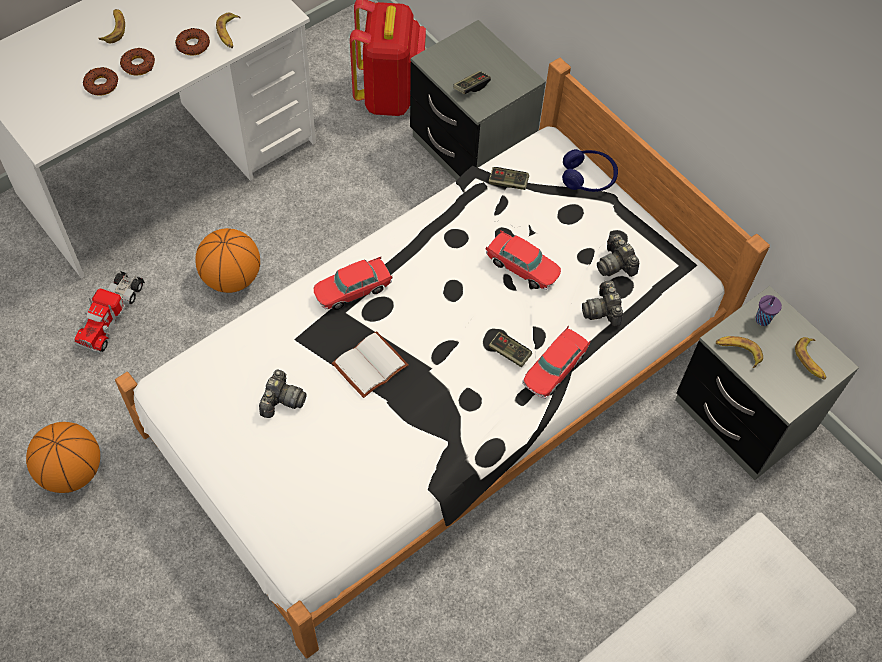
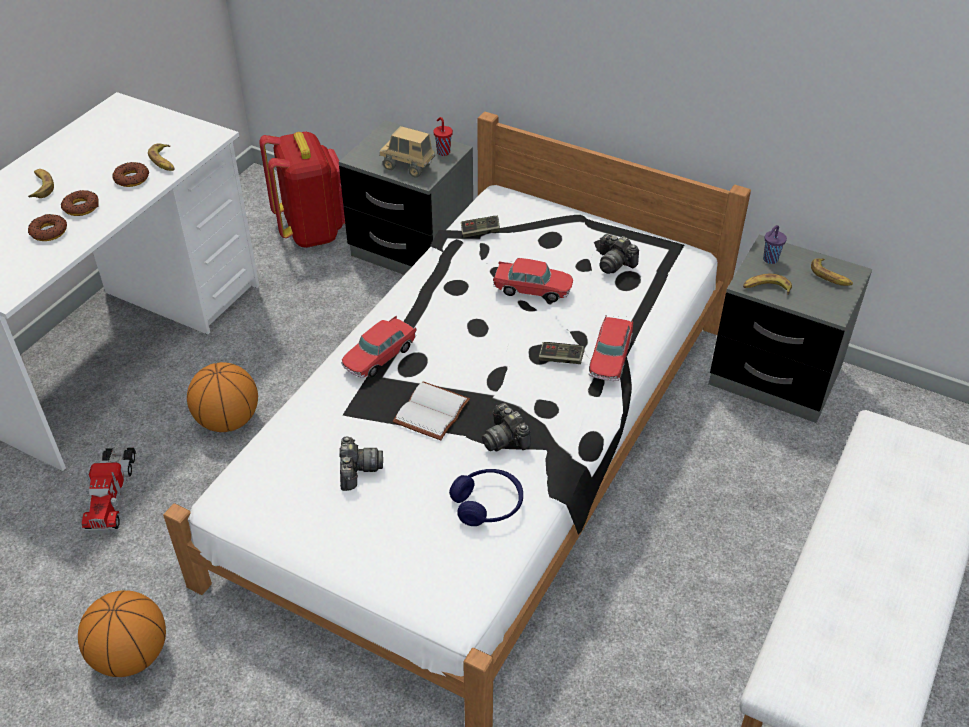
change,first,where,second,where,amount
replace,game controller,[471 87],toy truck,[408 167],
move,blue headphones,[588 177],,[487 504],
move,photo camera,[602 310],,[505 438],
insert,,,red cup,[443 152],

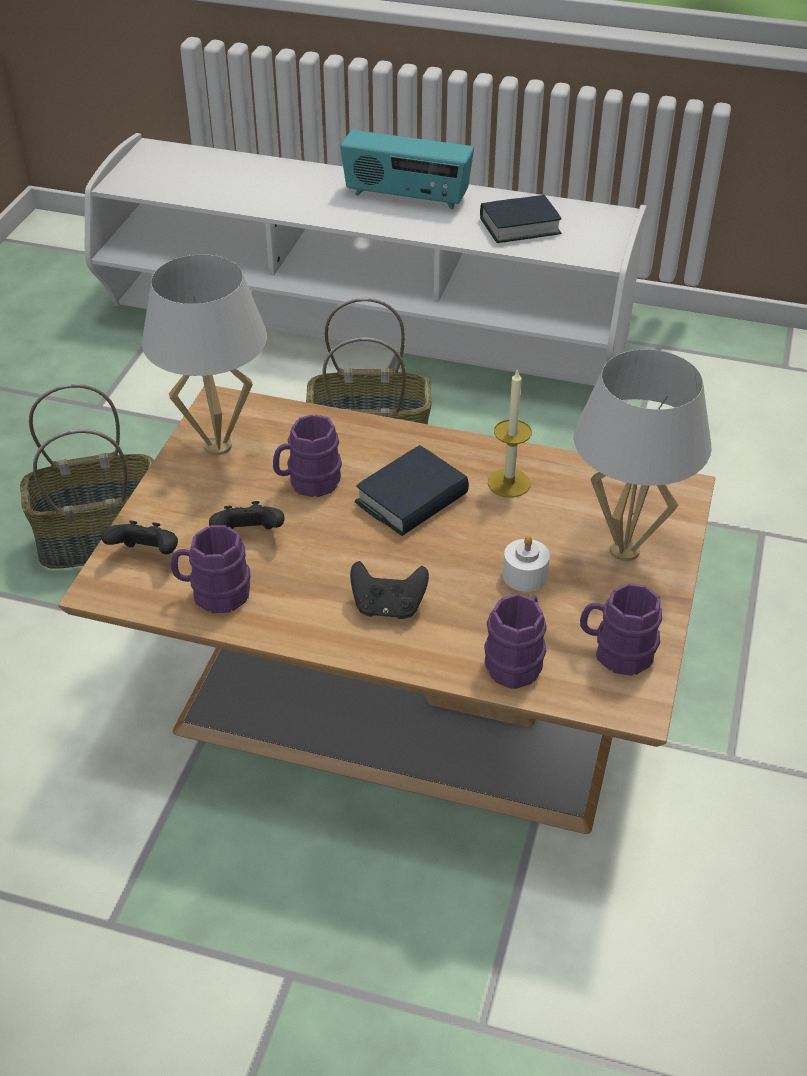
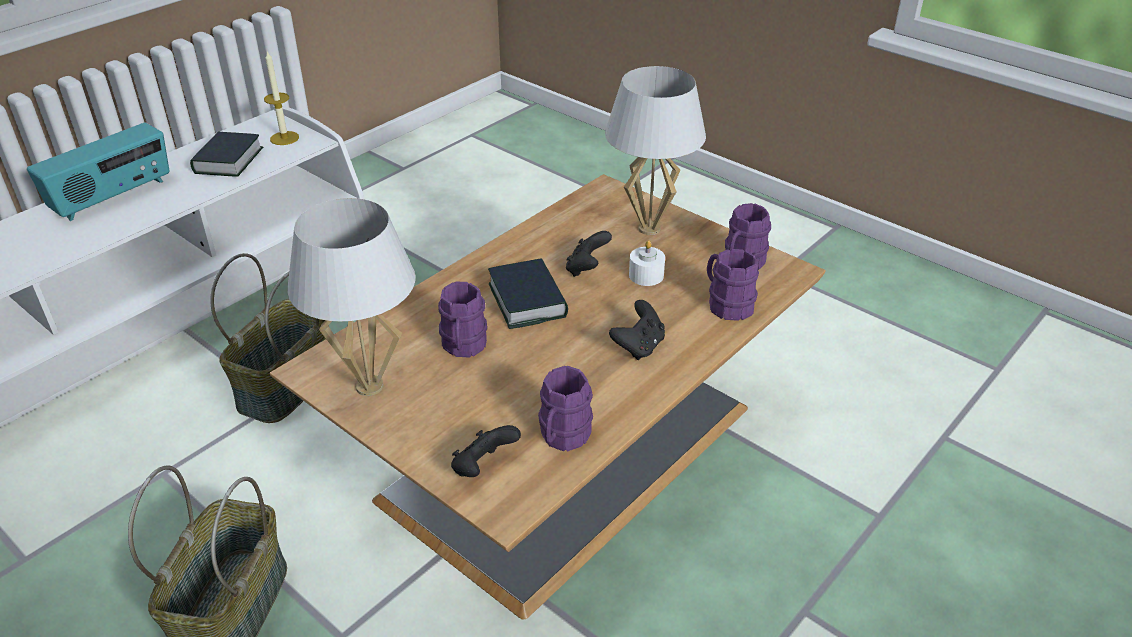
change,first,where,second,where,amount
move,black game controller,[249 536],,[587 269],
move,candle,[509 483],,[284 138],

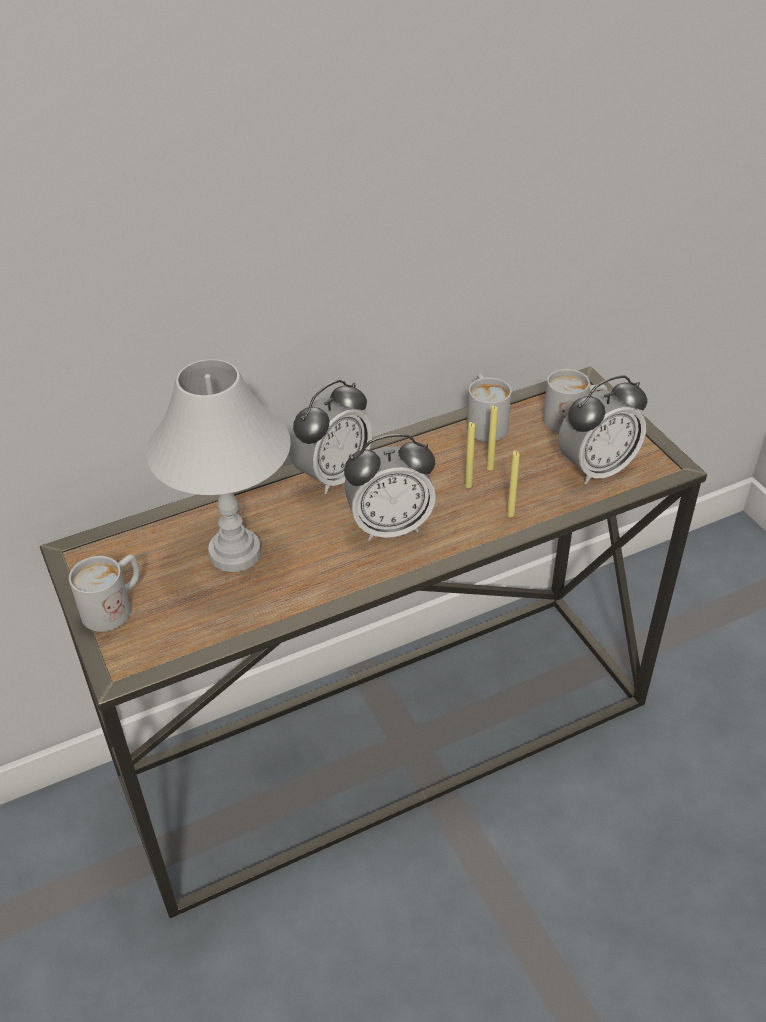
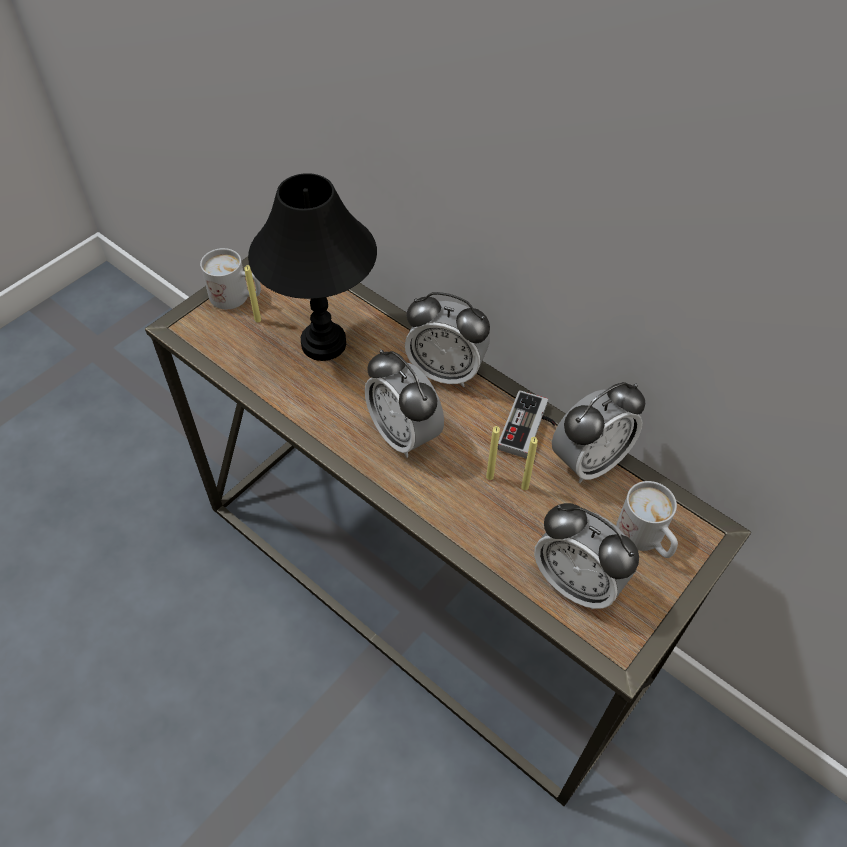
change,first,where,second,where,amount
recolor,white table lamp,[234 553],black table lamp,[323 343],
replace,white mug,[484 422],alarm clock,[589 461],
move,yellow candle,[510 514],,[258 320],
insert,,,game controller,[529 429],

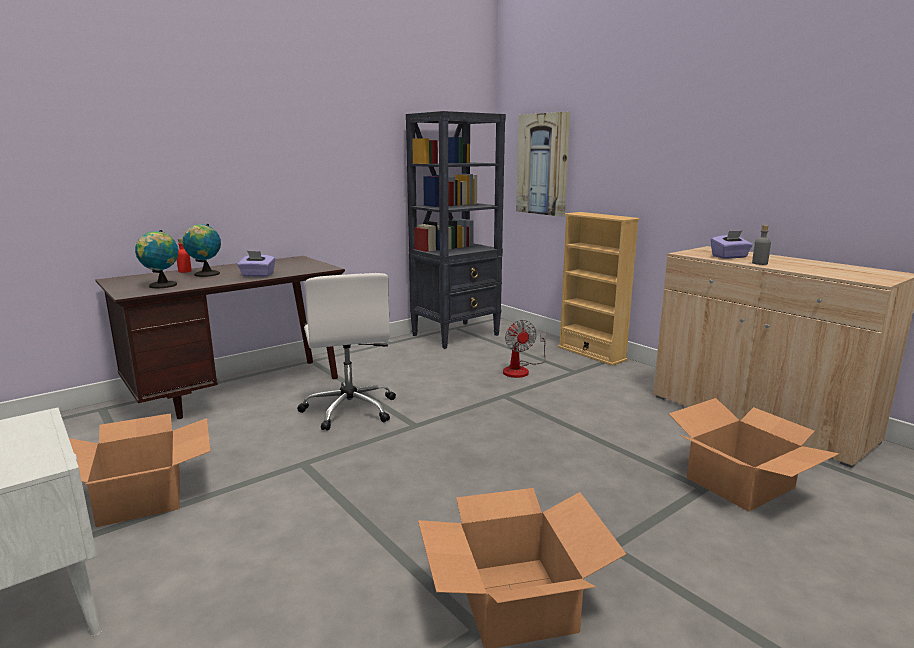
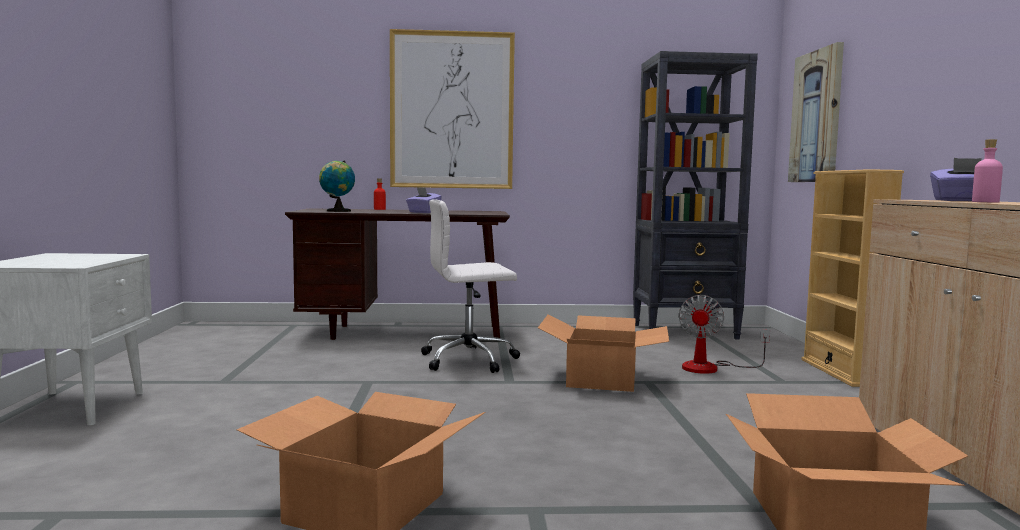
change,first,where,second,where,amount
move,cardboard box,[142 496],,[602 379],
delete,globe,[205 274],,,
rotate,white office chair,[350 409],,[470 360],60 degrees clockwise
recolor,grey bottle,[759 263],pink bottle,[985 202],
insert,,,picture,[452 110],

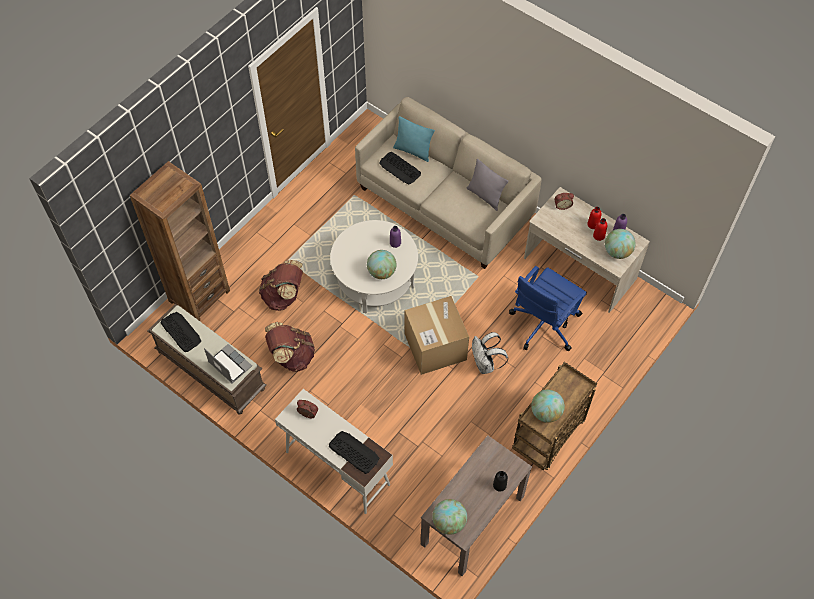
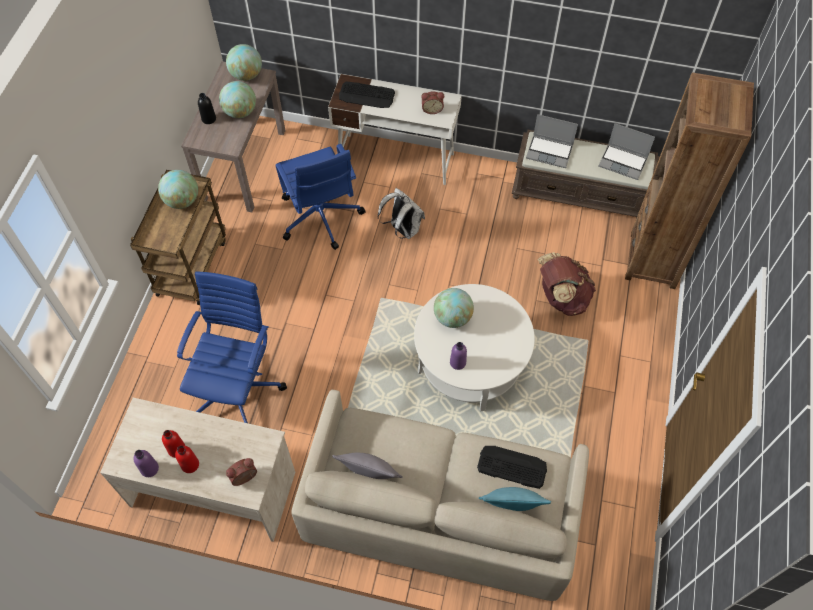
change,first,where,second,where,amount
replace,keyboard,[181 332],laptop,[623 162],
delete,brown backpack,[292 356],,,
delete,cardboard box,[435 347],,,
move,white backpack,[485 364],,[402 229],
move,globe,[617 252],,[240 112],
insert,,,blue office chair,[321 218],

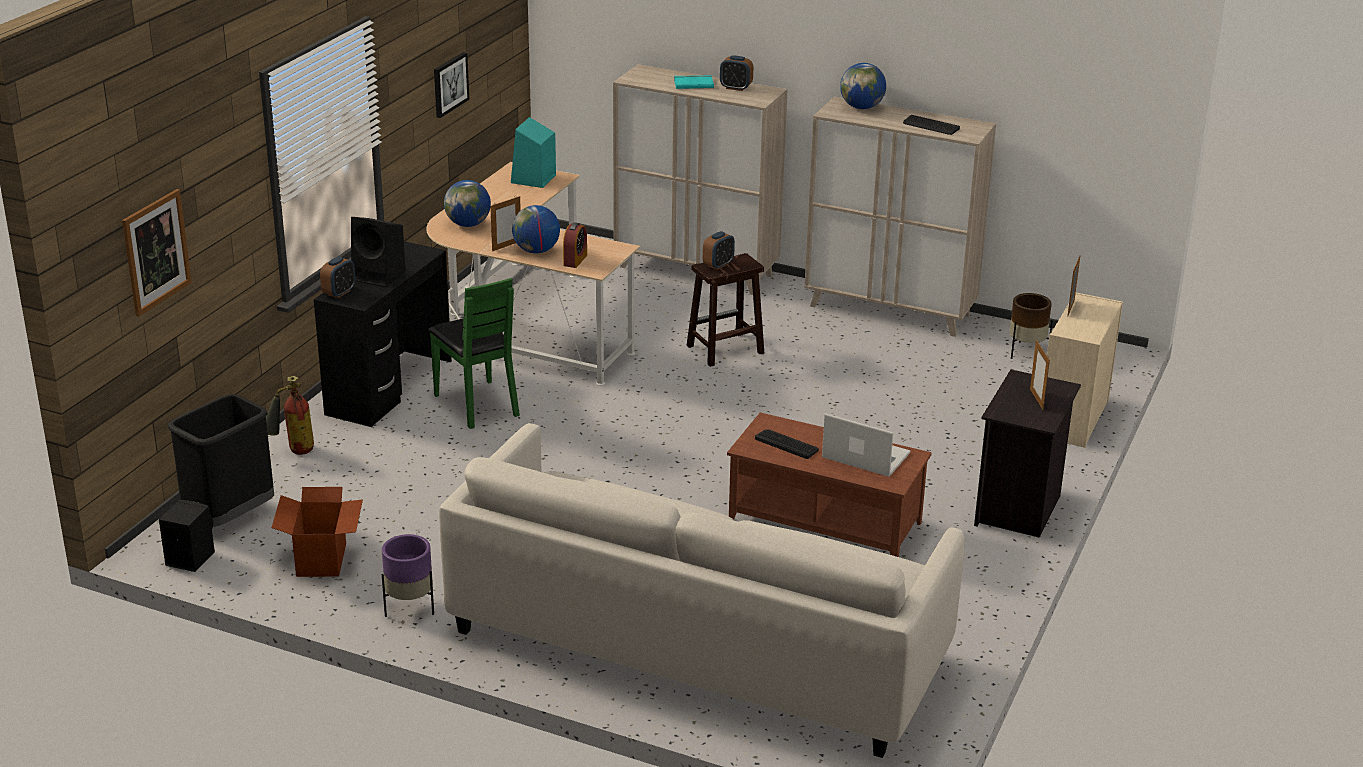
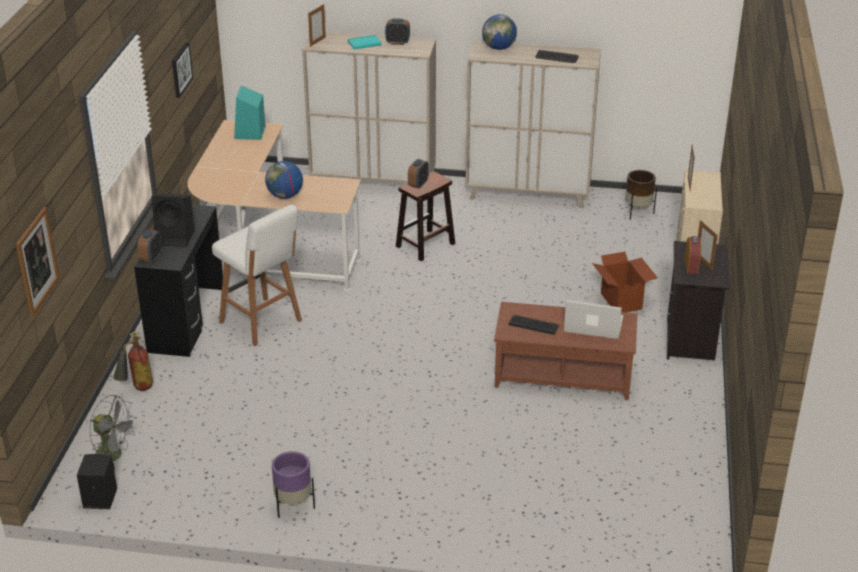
change,first,where,second,where,amount
replace,black trash can,[230 517],grey fan,[114 455],
move,cardboard box,[322 559],,[621 301],
replace,green chair,[477 404],white stool,[262 323],
delete,white sofa,[696 644],,,
delete,globe,[468 224],,,
move,picture frame,[506 246],,[317 42],
move,alarm clock,[575 260],,[691 266],

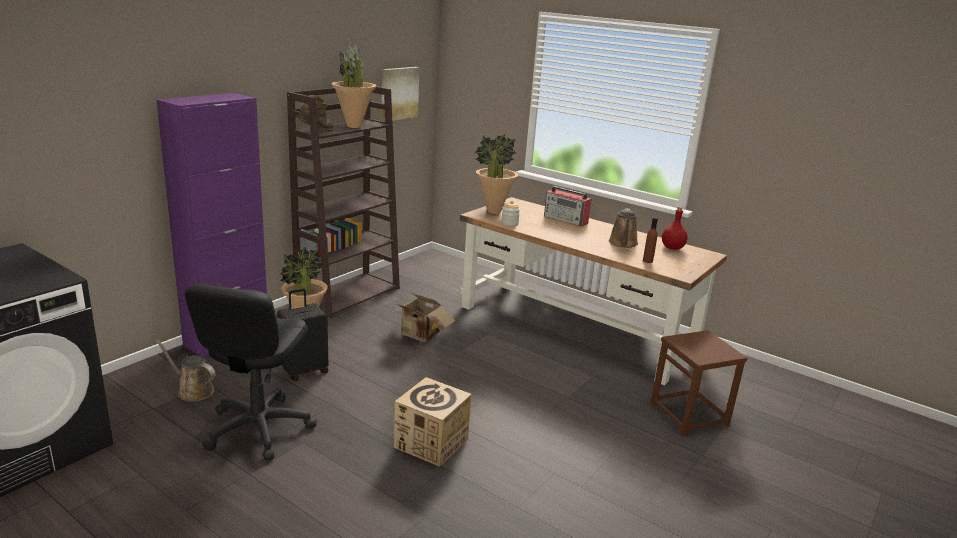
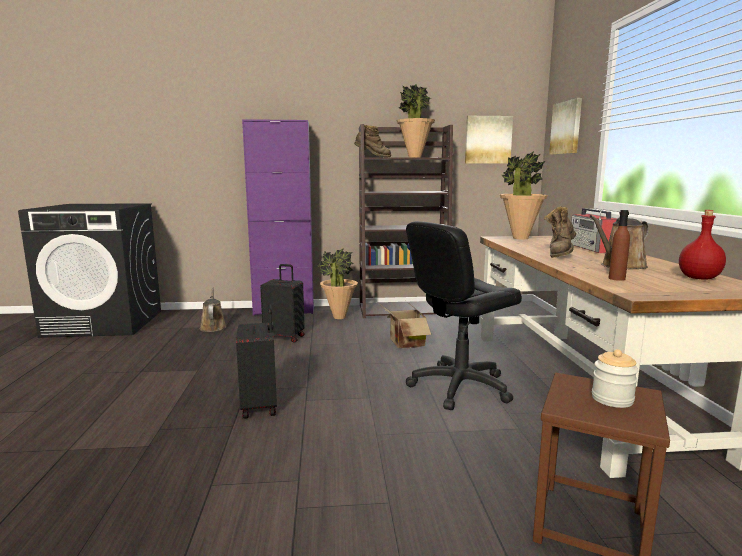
change,first,where,second,where,amount
move,black office chair,[258 428],,[459 387],
replace,cardboard box,[431 443],black suitcase,[261 406],
move,jar,[509 223],,[612 399],
insert,,,brown boot,[560 254],
insert,,,picture,[566 128],

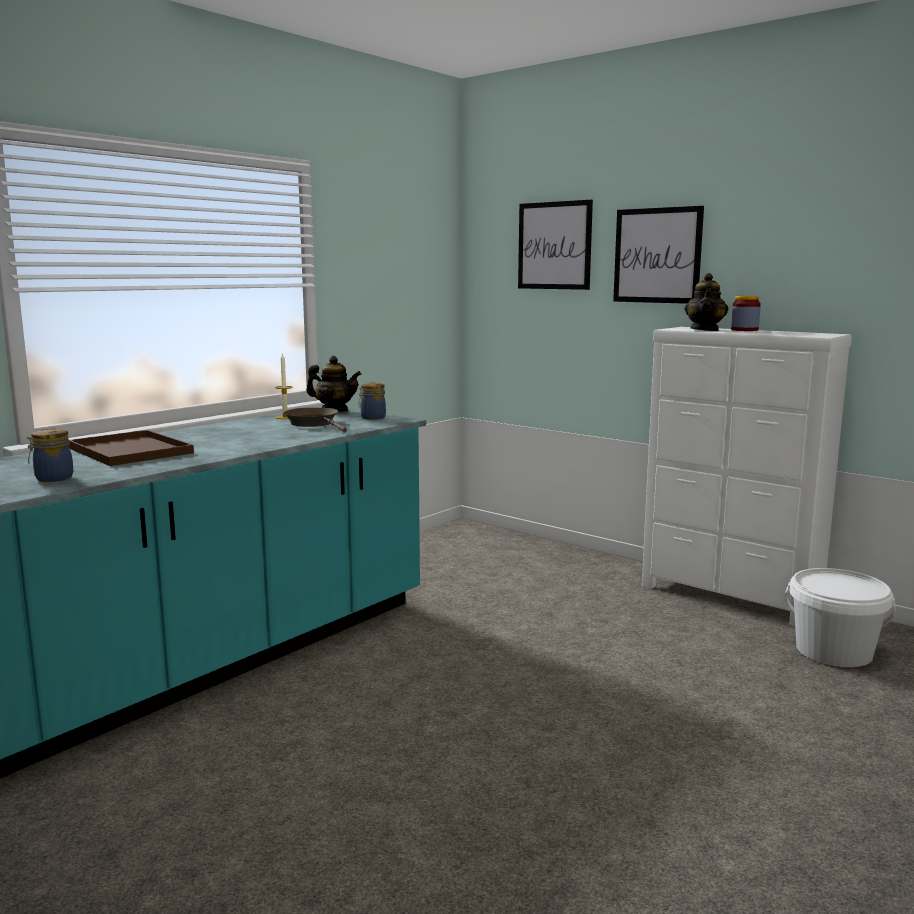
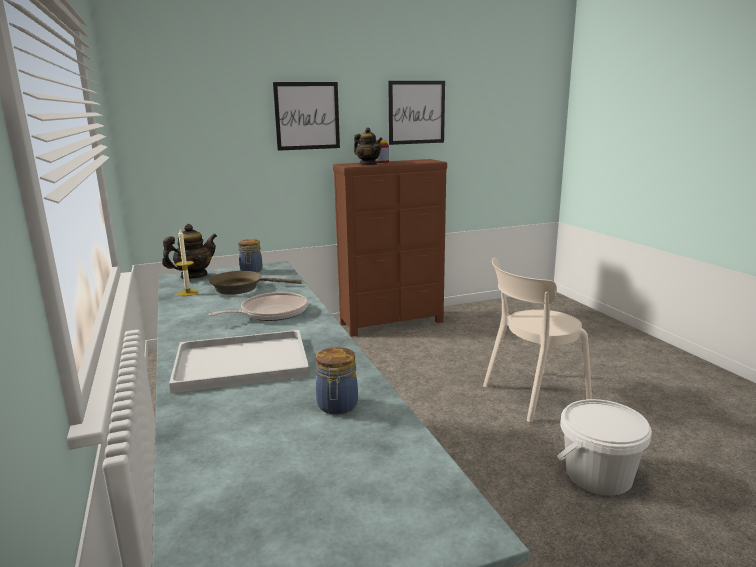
change,first,where,second,where,amount
recolor,brown tray,[132 450],white tray,[244 361],
move,picture,[554 245],,[416 112],
recolor,white dresser,[729 597],brown dresser,[392 323],
move,white bucket,[833 651],,[598 475],
insert,,,frying pan,[270 313],
insert,,,beige chair,[531 396],

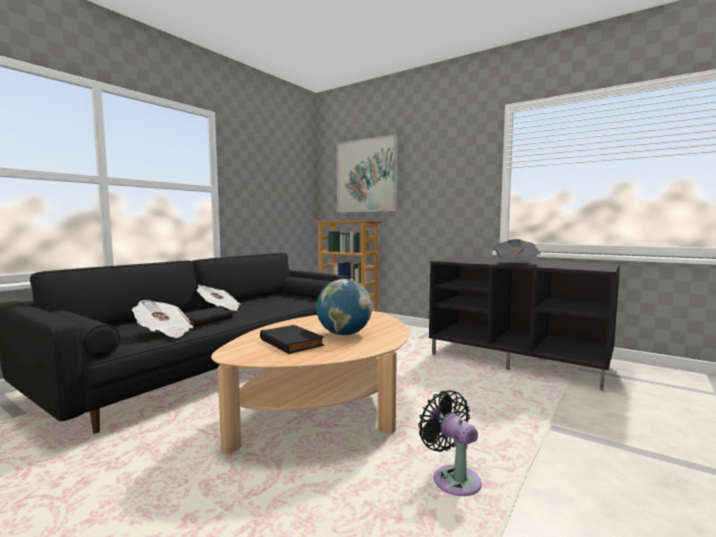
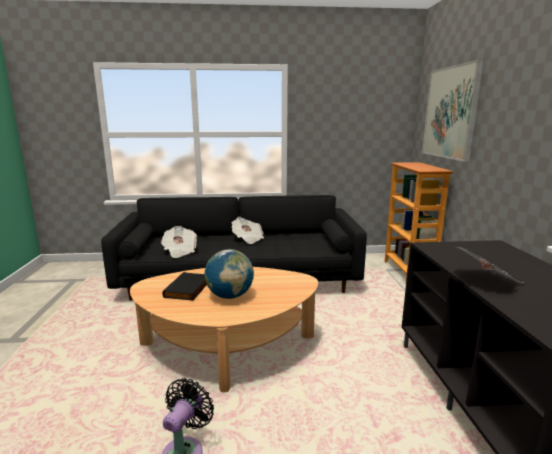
change,first,where,second,where,amount
delete,black book,[204 319],,,

